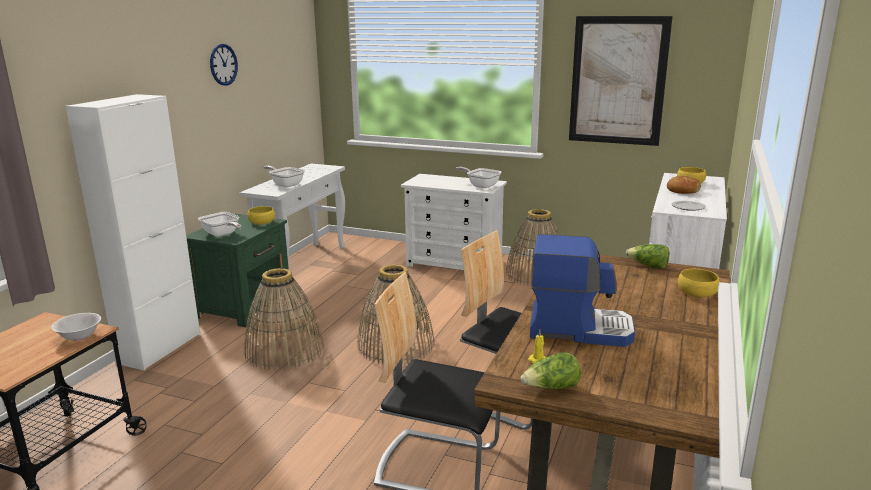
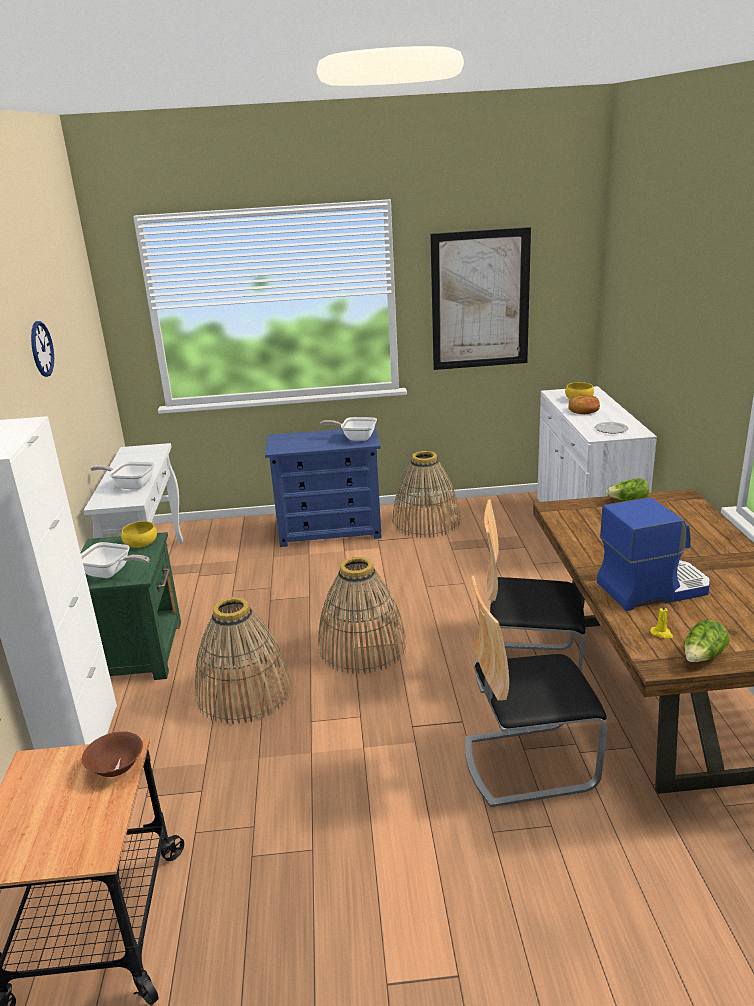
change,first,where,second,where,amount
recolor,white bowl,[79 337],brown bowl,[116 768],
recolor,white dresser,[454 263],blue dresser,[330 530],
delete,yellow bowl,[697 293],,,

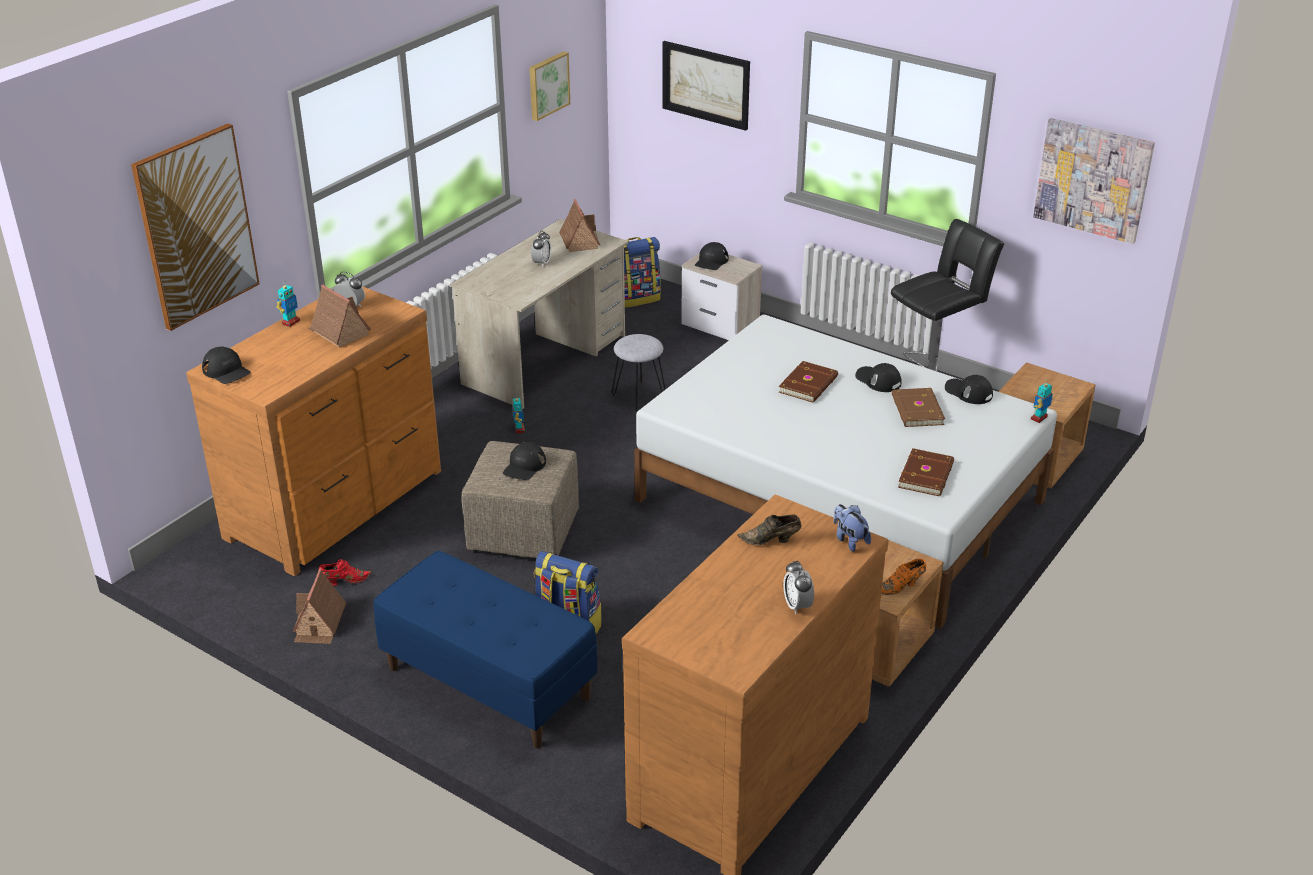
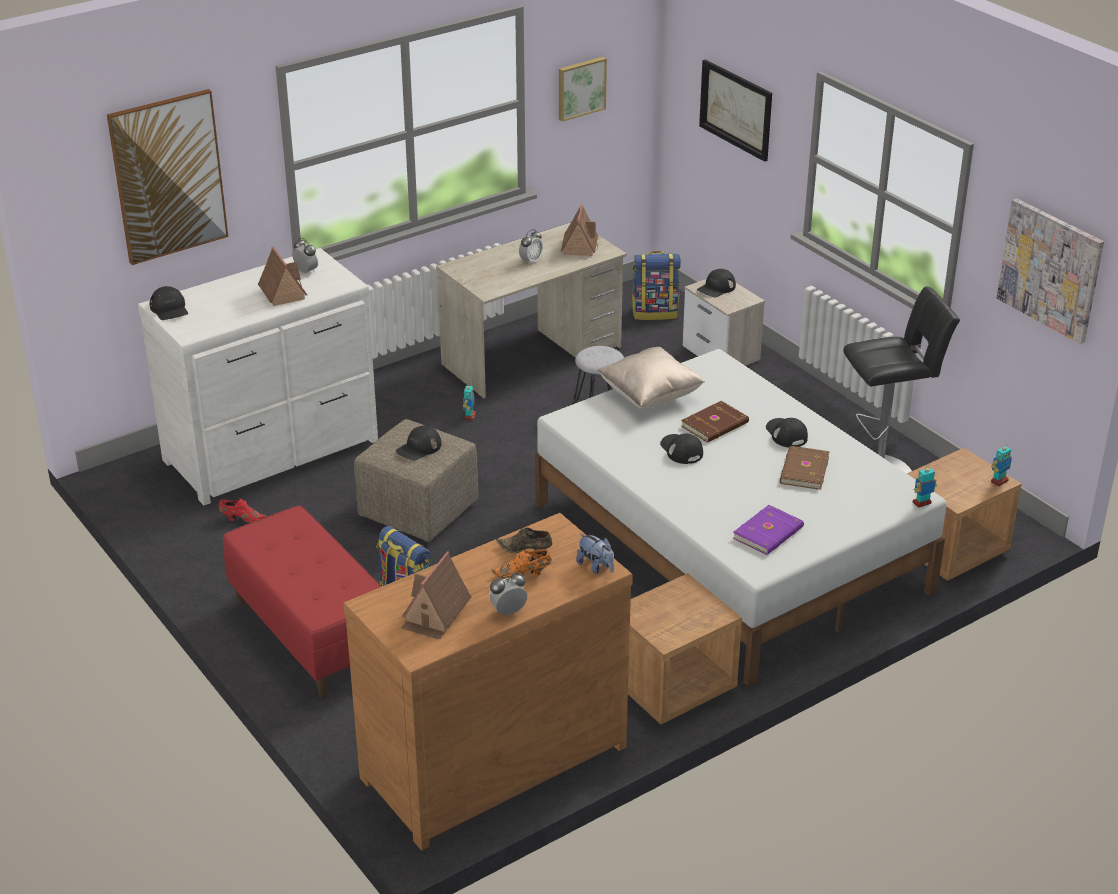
change,first,where,second,where,amount
recolor,brown dresser,[338 505],white dresser,[273 451],
move,toy robot,[290 322],,[999 481],
move,toy house,[319 623],,[435 614],
recolor,blue bench,[487 683],red bench,[311 634],
rotate,alarm clock,[797 605],,[508 611],60 degrees clockwise
rotate,plush toy,[849 540],,[596 567],150 degrees clockwise
move,orange shoe,[901 587],,[524 575],
recolor,brown book,[927 475],purple book,[769 533],
move,black cap,[968 392],,[681 450],
insert,,,beige pillow,[650 396],

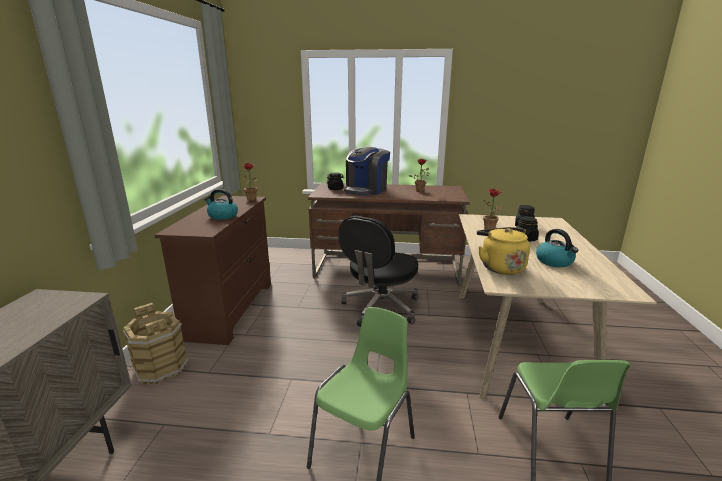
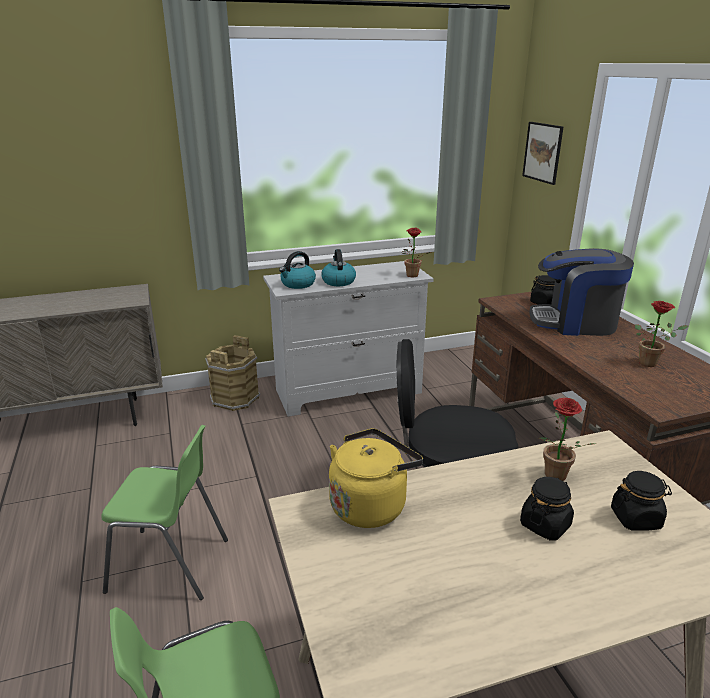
change,first,where,second,where,amount
recolor,brown dresser,[231 309],white dresser,[349 391],
move,kettle,[555 262],,[297 284],
insert,,,picture,[542 152],

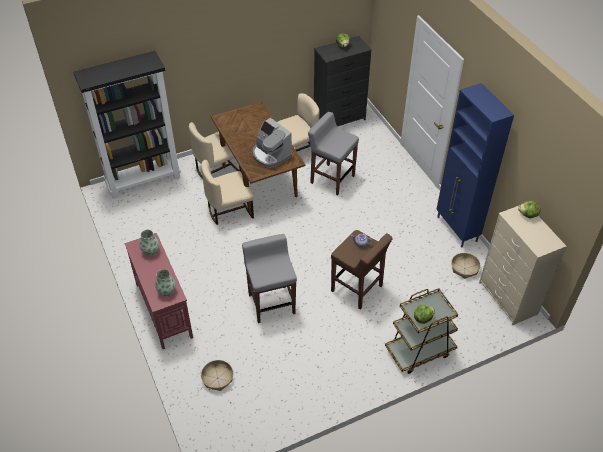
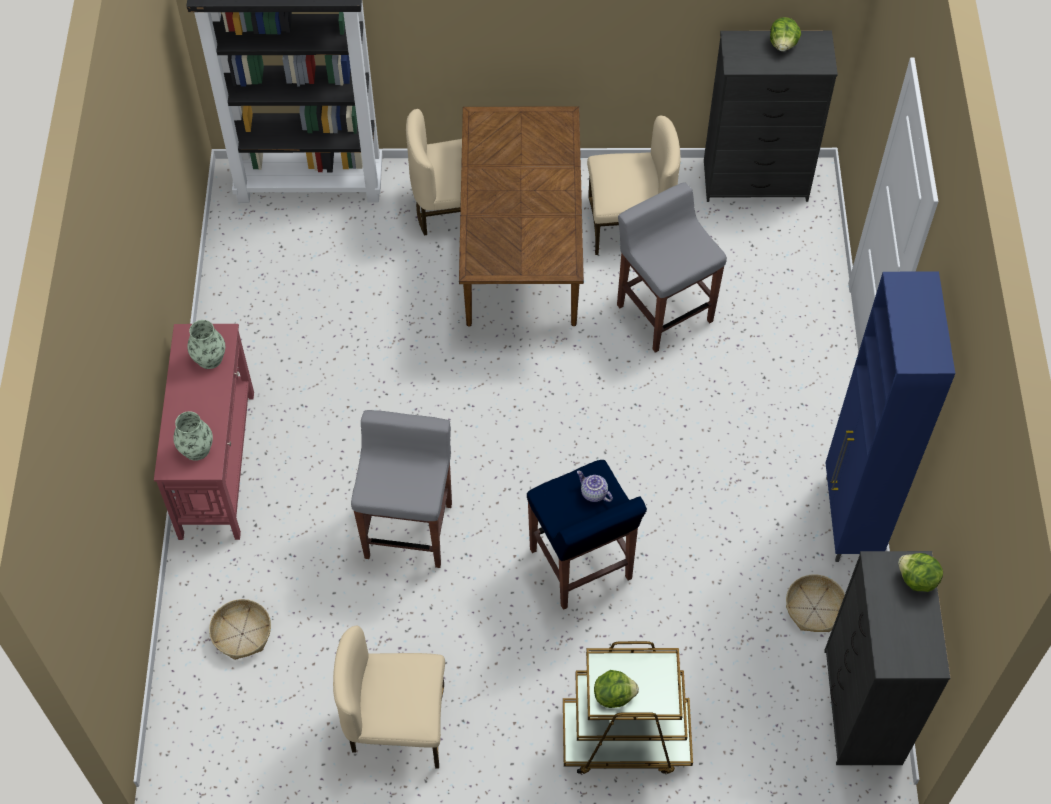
change,first,where,second,where,amount
move,beige chair,[229 211],,[397 724],
delete,coffee machine,[271 155],,,
recolor,brown stool,[357 289],blue stool,[581 566],
recolor,beige dresser,[508 298],black dresser,[862 708],

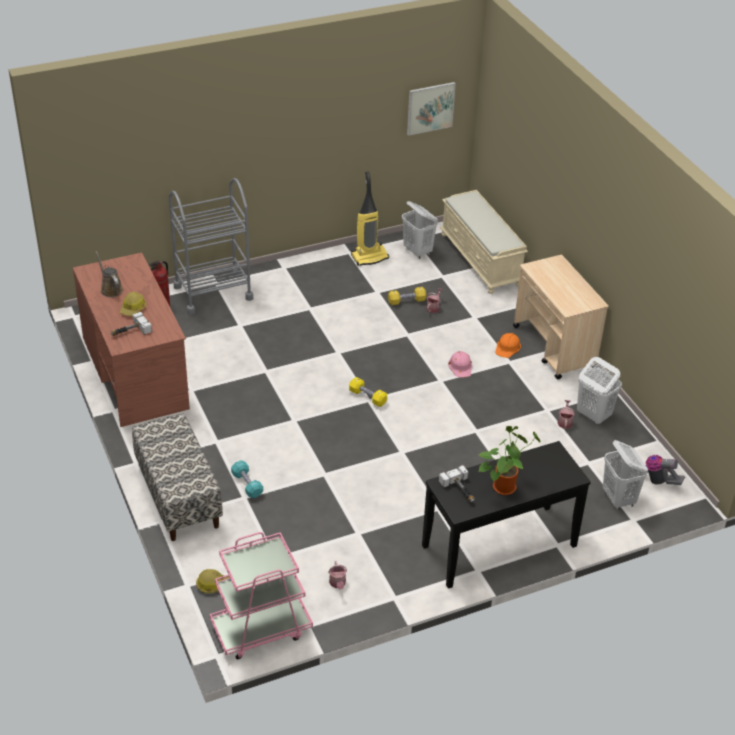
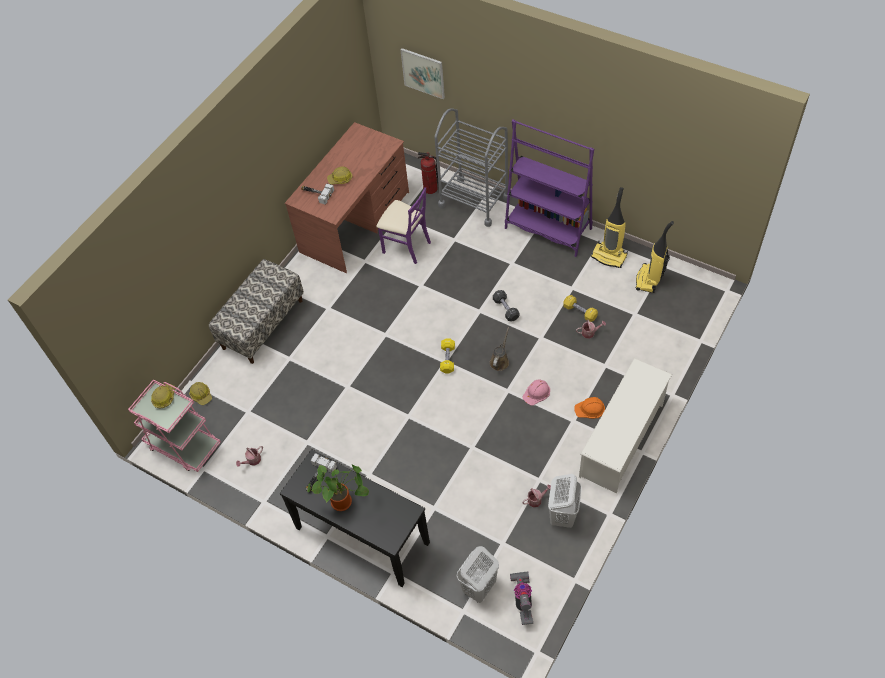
change,first,where,second,where,amount
move,brown watering can,[110 289],,[500 361],
delete,turquoise dumbbell,[247 484],,,
replace,white laundry basket,[418 251],vacuum cleaner,[649 280],
move,picture,[430 108],,[423 73],
delete,beige bench,[481 260],,,
replace,beige cart,[554 347],white shoe rack,[622 440],
insert,,,hard hat,[164 397],
insert,,,purple chair,[406 246],
insert,,,black dumbbell,[506 309],
insert,,,purple bookcase,[548 229],

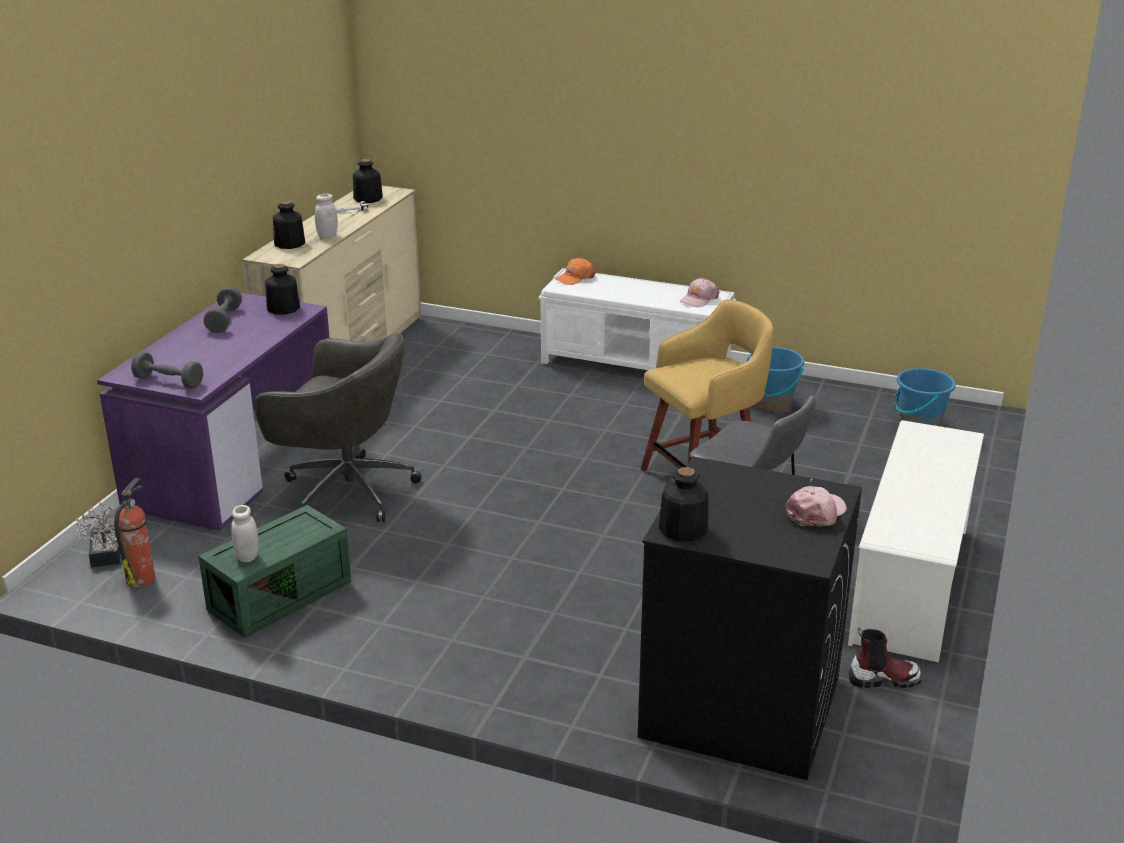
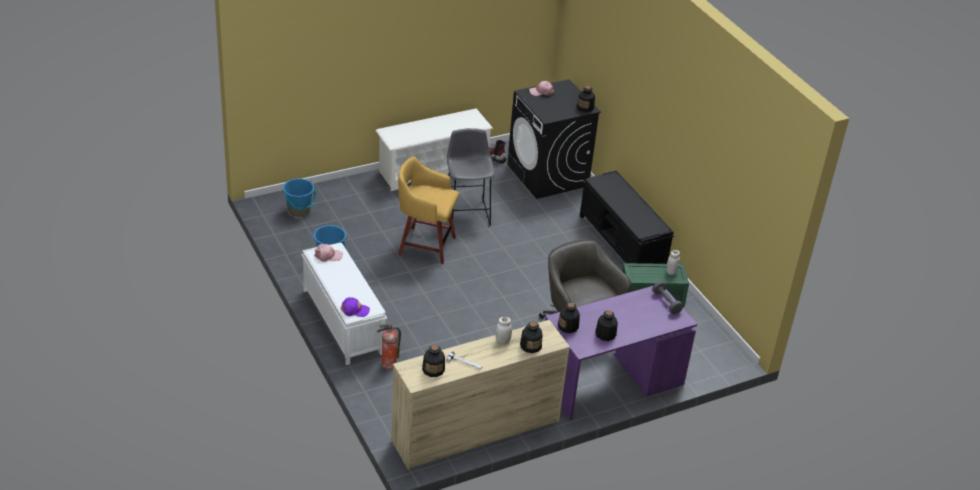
change,first,where,second,where,amount
delete,potted plant,[105 557],,,
move,fire extinguisher,[141 578],,[388 364],
replace,grey dumbbell,[224 320],bottle,[605 334],
recolor,orange cap,[575 278],purple cap,[354 310],
insert,,,black bench,[622 243],

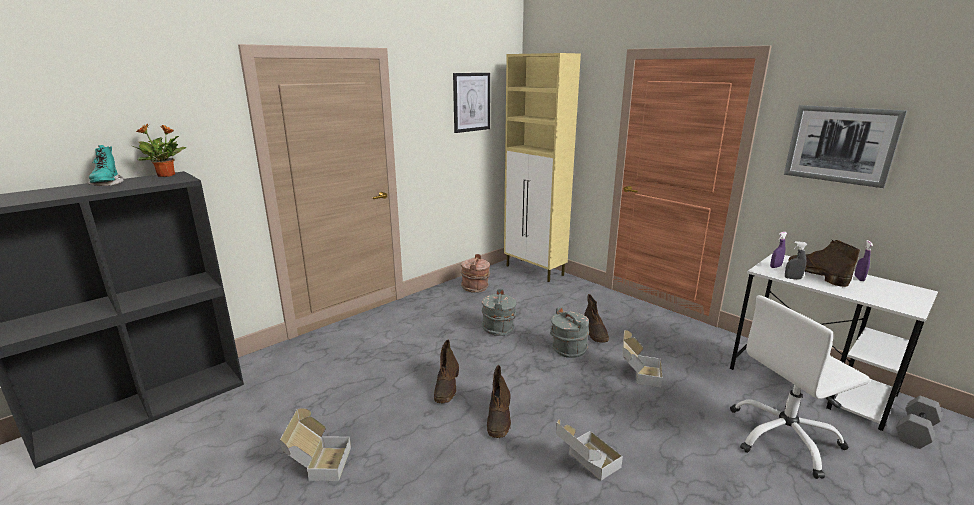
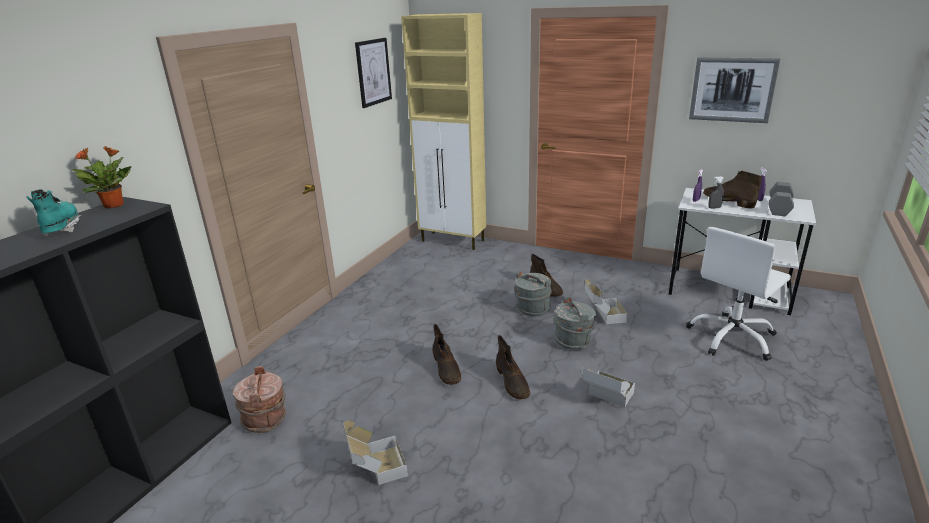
change,first,where,second,where,amount
rotate,turquoise boot,[107 185],,[62 228],150 degrees counterclockwise
move,brown bucket,[475 287],,[265 419],
move,grey bucket,[498 328],,[573 341],
move,grey dumbbell,[914 430],,[778 208],

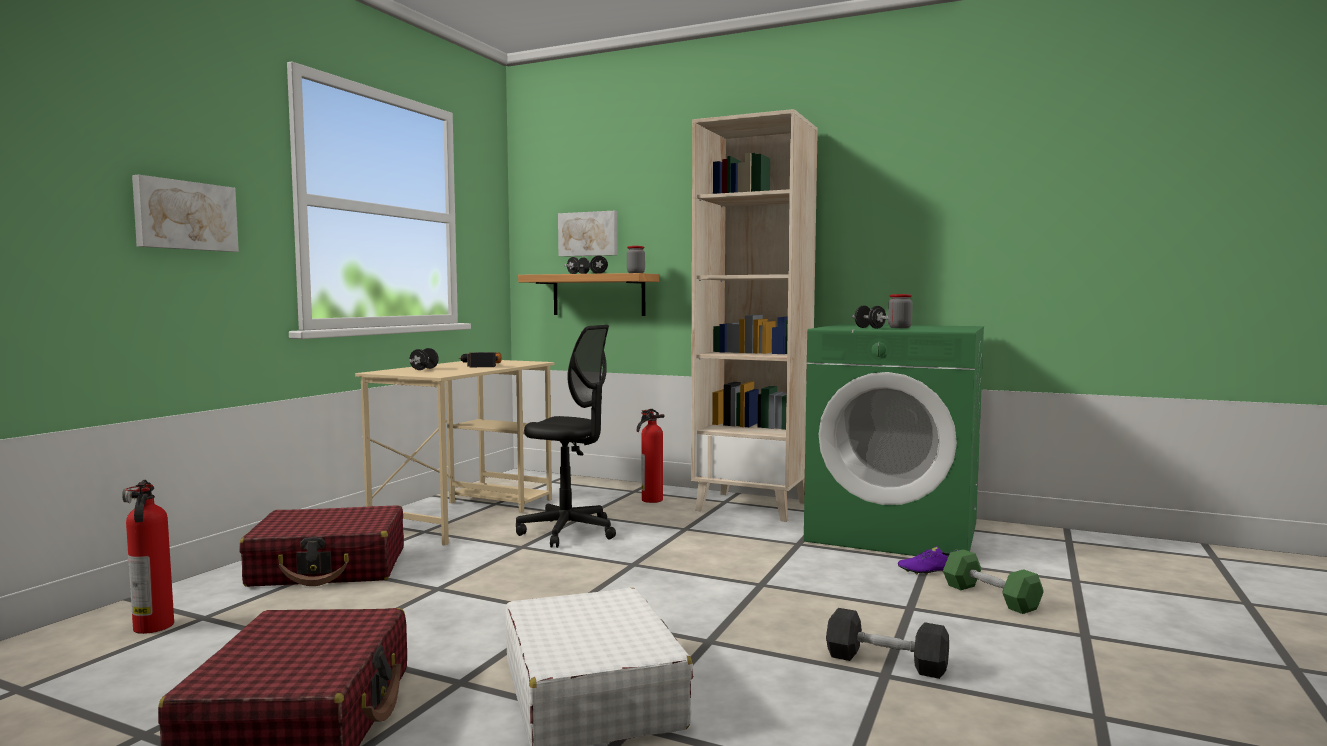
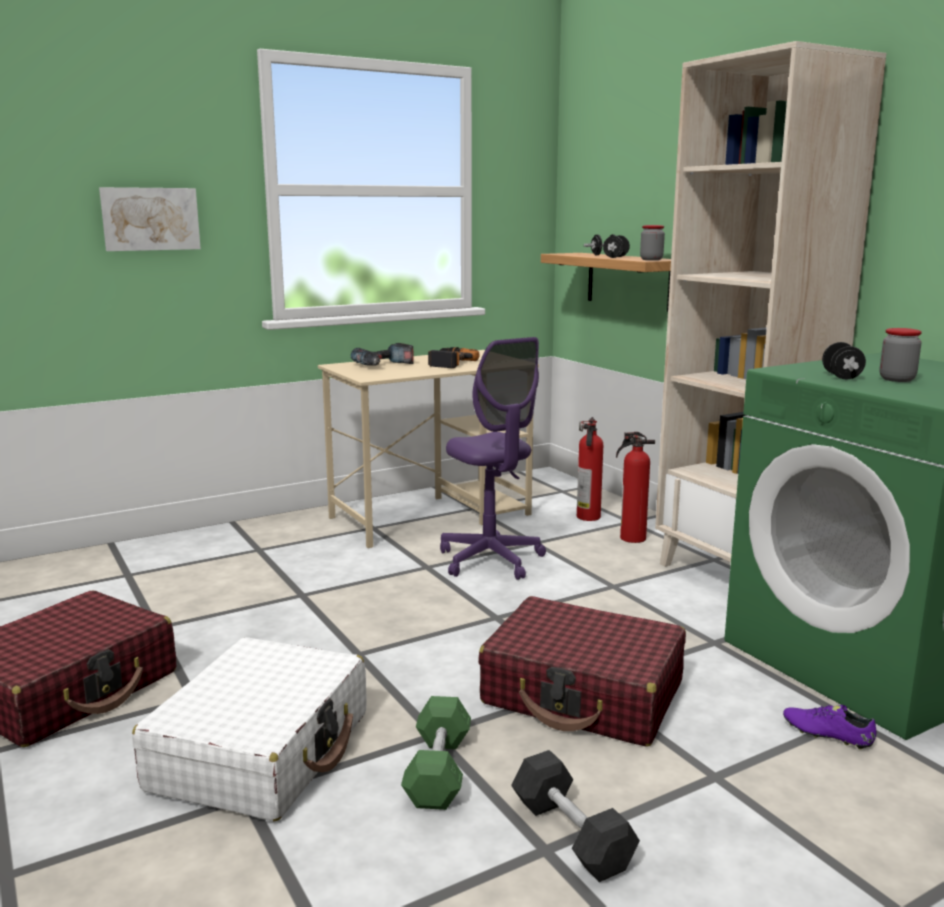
change,first,where,second,where,amount
move,fire extinguisher,[153 627],,[588 517],
move,red suitcase,[329 567],,[583 694],
replace,black dumbbell,[424 369],power drill,[384 365],
recolor,black office chair,[568 532],purple office chair,[491 560],
delete,picture,[589 234],,,
move,green dumbbell,[990 597],,[438 770],

